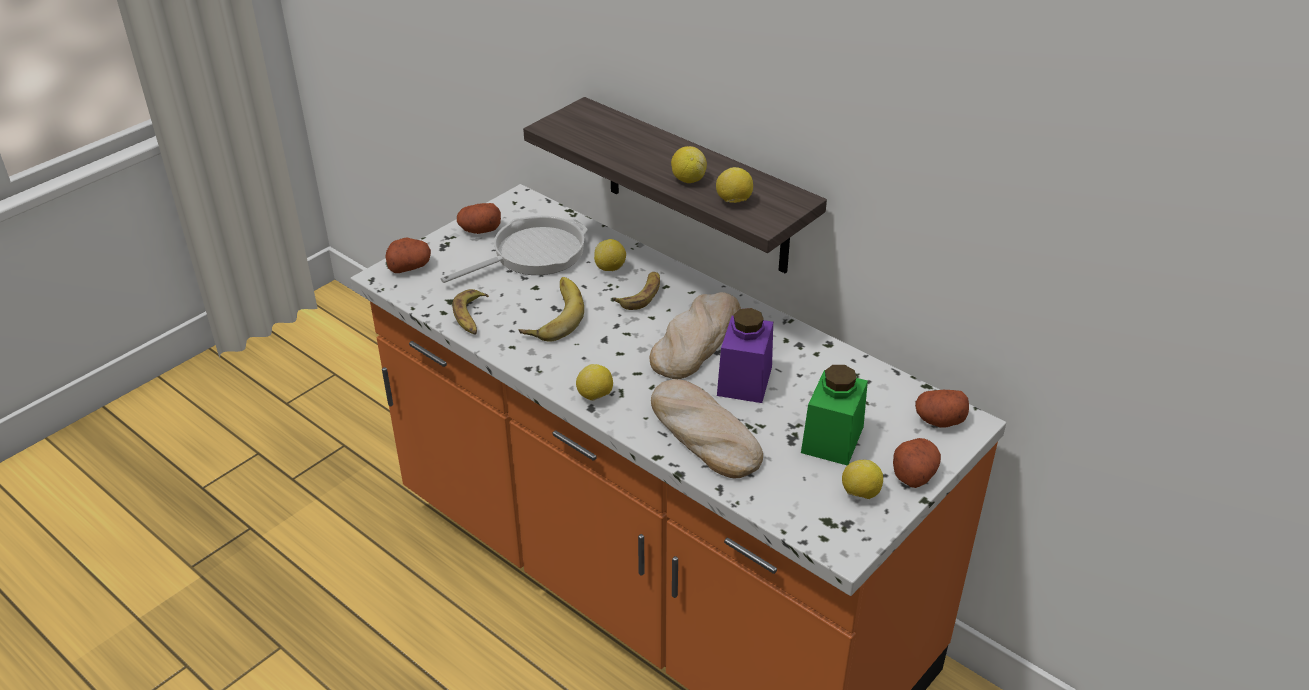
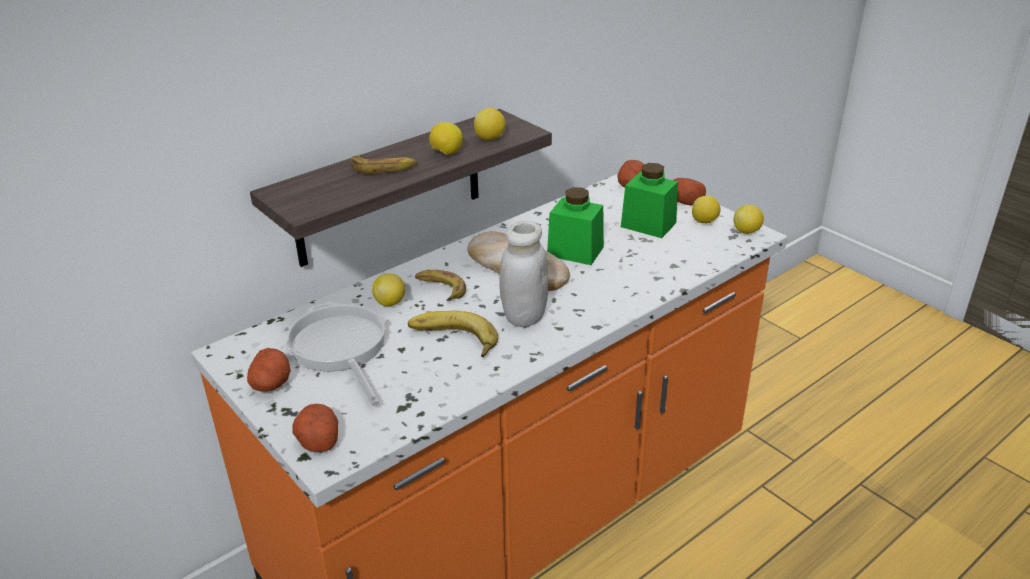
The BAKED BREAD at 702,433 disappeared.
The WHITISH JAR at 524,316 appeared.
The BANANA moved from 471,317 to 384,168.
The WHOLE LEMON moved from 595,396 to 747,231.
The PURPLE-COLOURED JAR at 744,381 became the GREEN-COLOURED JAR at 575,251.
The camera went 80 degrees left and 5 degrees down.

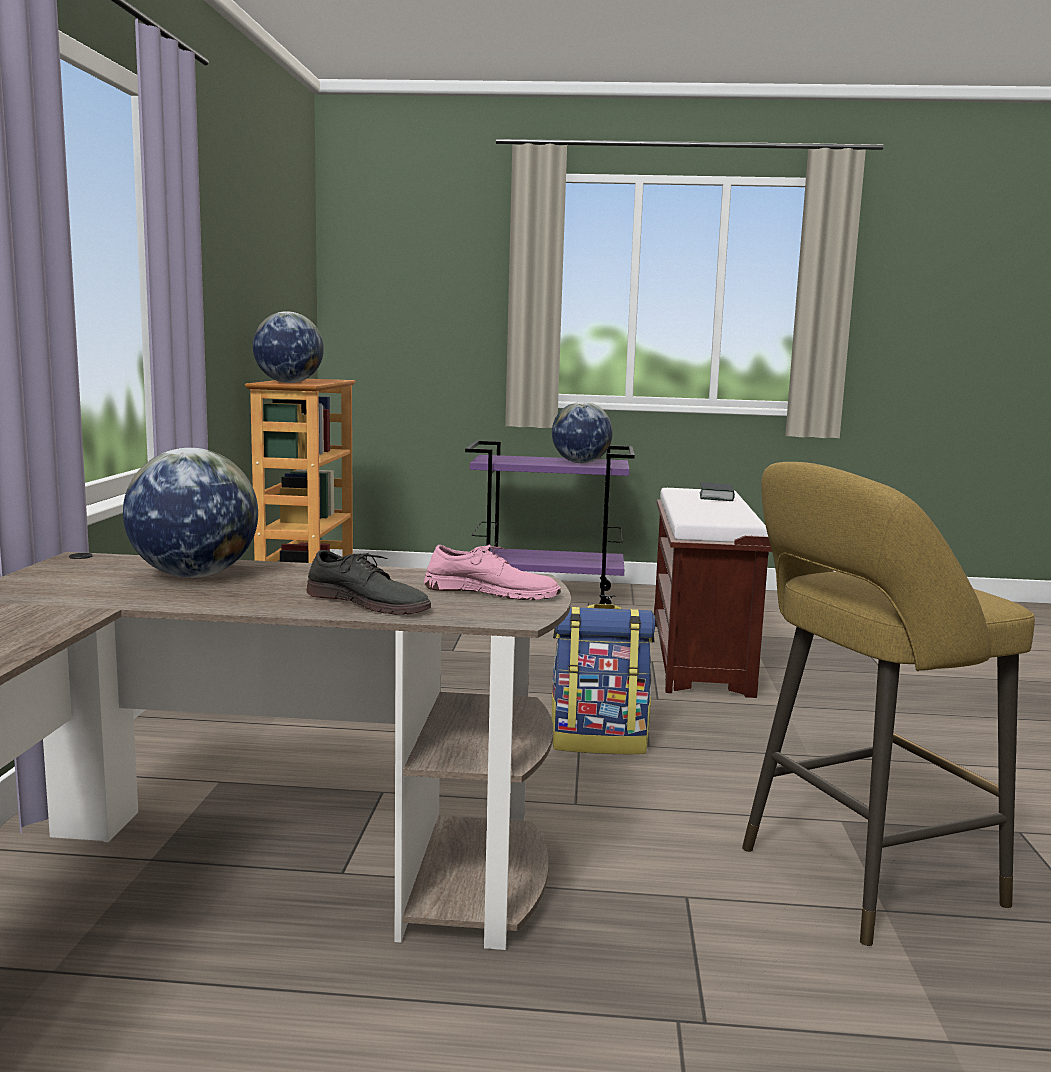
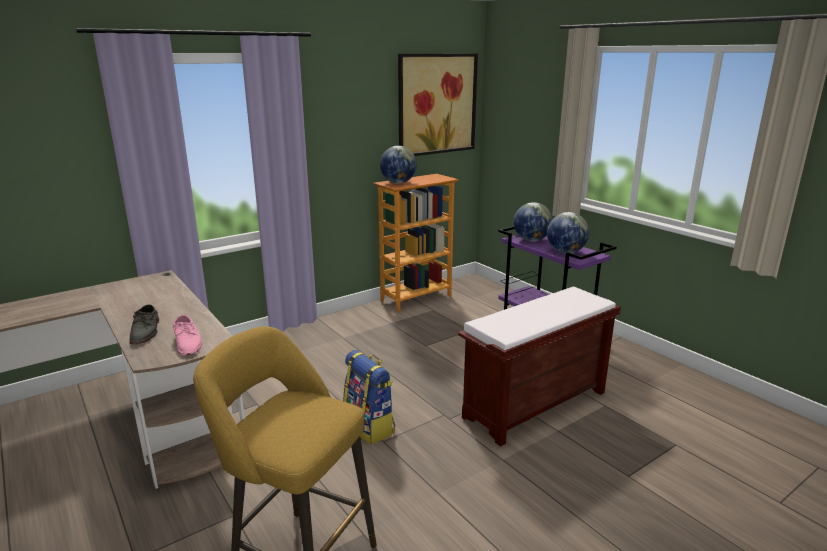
The BOOK at 716,497 disappeared.
The WALL ART at 437,104 appeared.
The GLOBE moved from 193,575 to 531,240.
The camera went 50 degrees right and 10 degrees up.

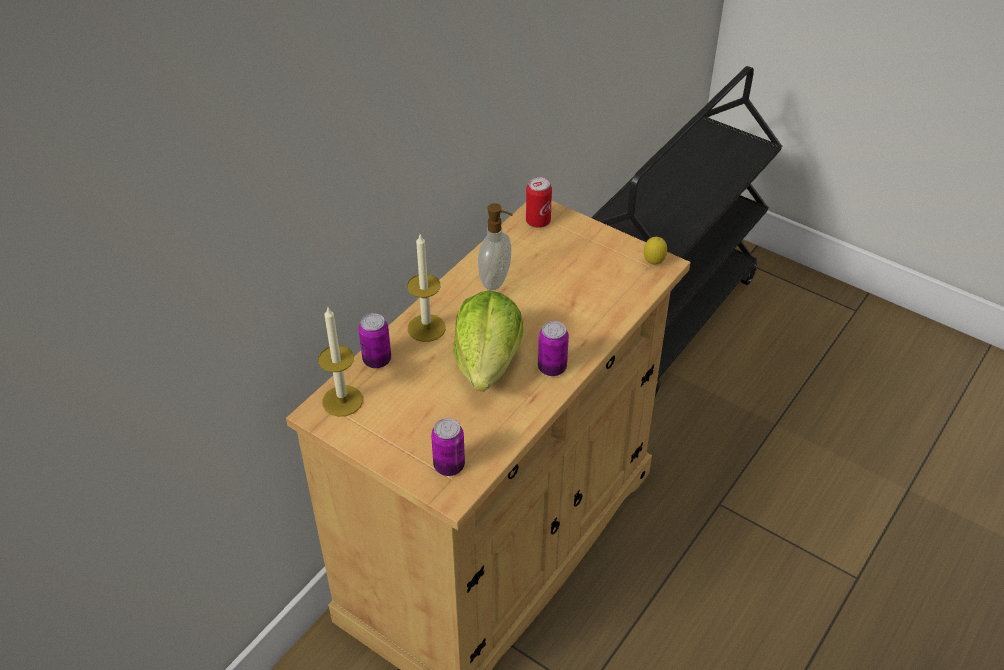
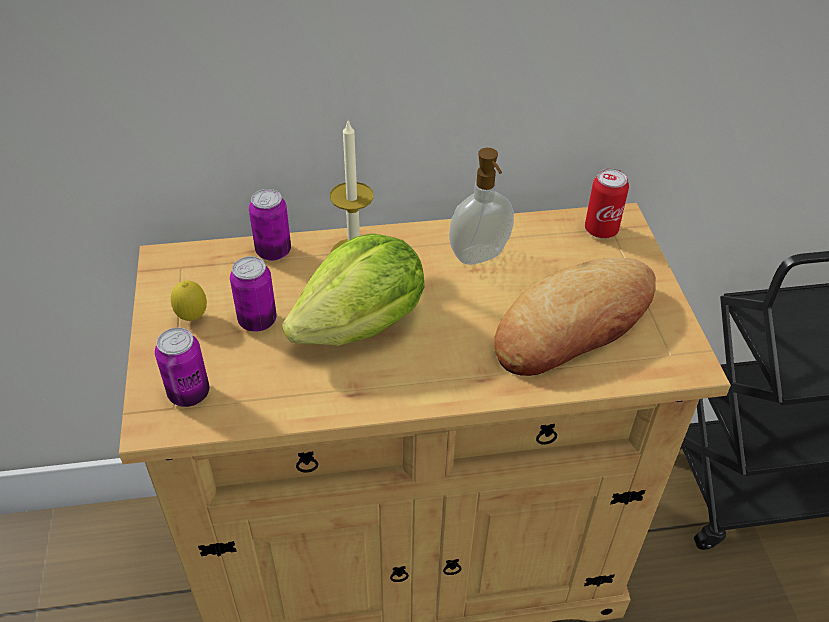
The WAX LIGHT at 342,401 disappeared.
The BAKED BREAD at 574,325 appeared.
The SEALED CAN moved from 552,368 to 257,321.
The WHOLE LEMON moved from 653,263 to 192,318.
The camera went 45 degrees right and 0 degrees up.

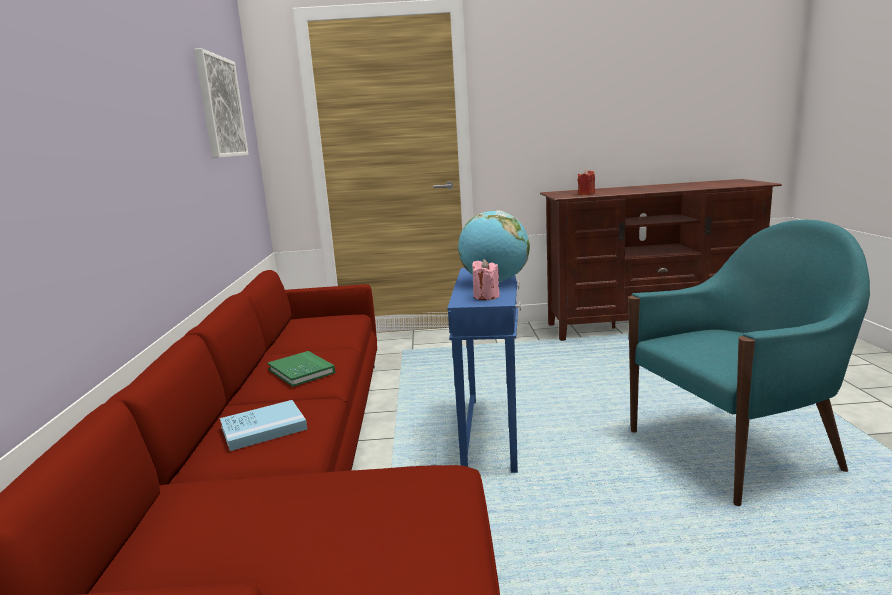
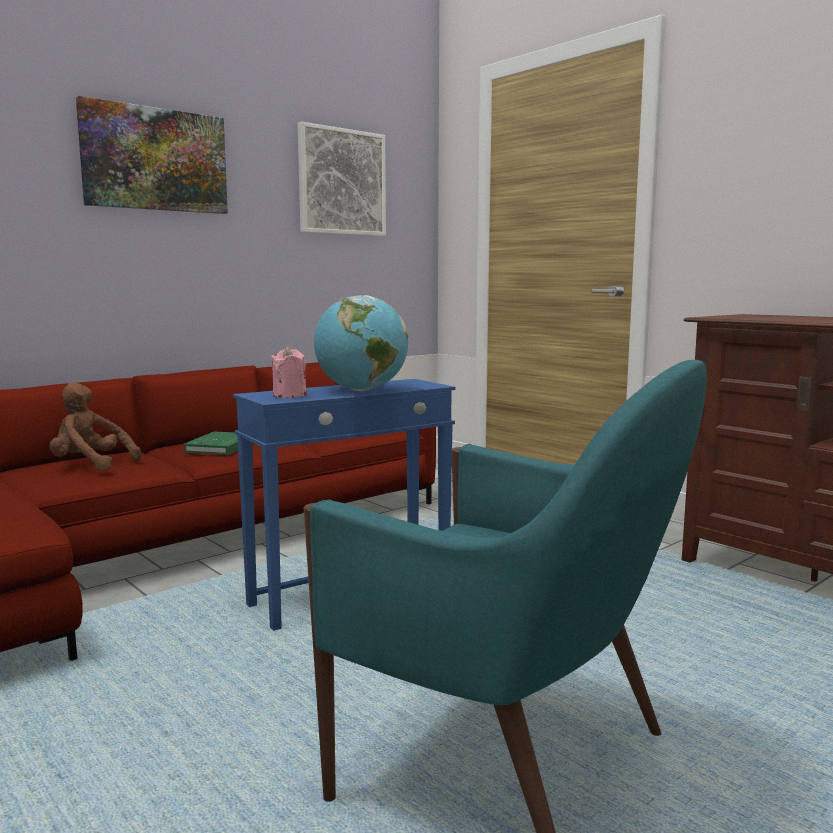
The RED-COLOURED WAX LIGHT at 586,194 disappeared.
The WALL ART at 155,160 appeared.
The BLUE BOOK at 263,428 was replaced by the BROWN-COLOURED CUDDLY TOY at 91,465.
The camera went 50 degrees right and 5 degrees down.

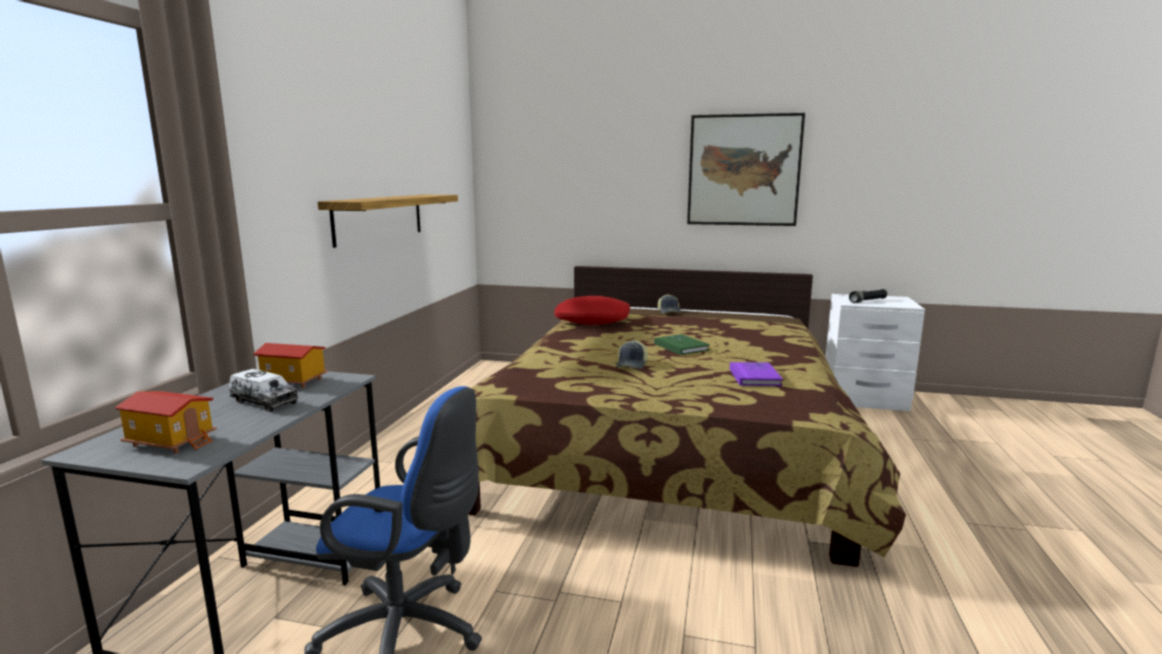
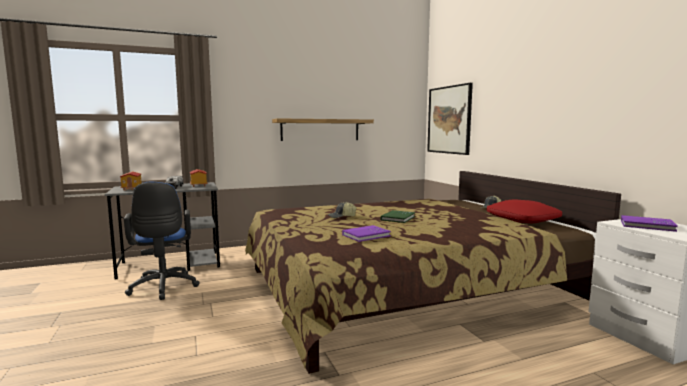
The RED-COLOURED THROW PILLOW moved from 593,320 to 522,220.
The WALL ART moved from 743,170 to 449,120.
The BLACK-COLOURED TORCH at 867,301 was replaced by the PURPLE-COLOURED BOOK at 647,225.
The camera went 55 degrees right and 5 degrees down.

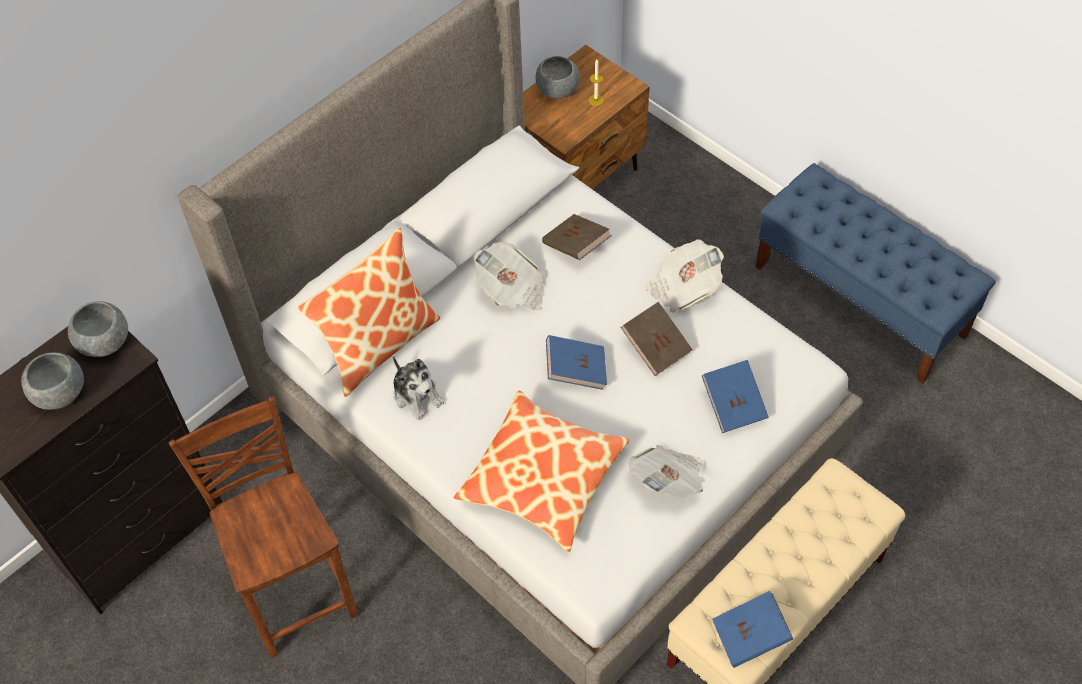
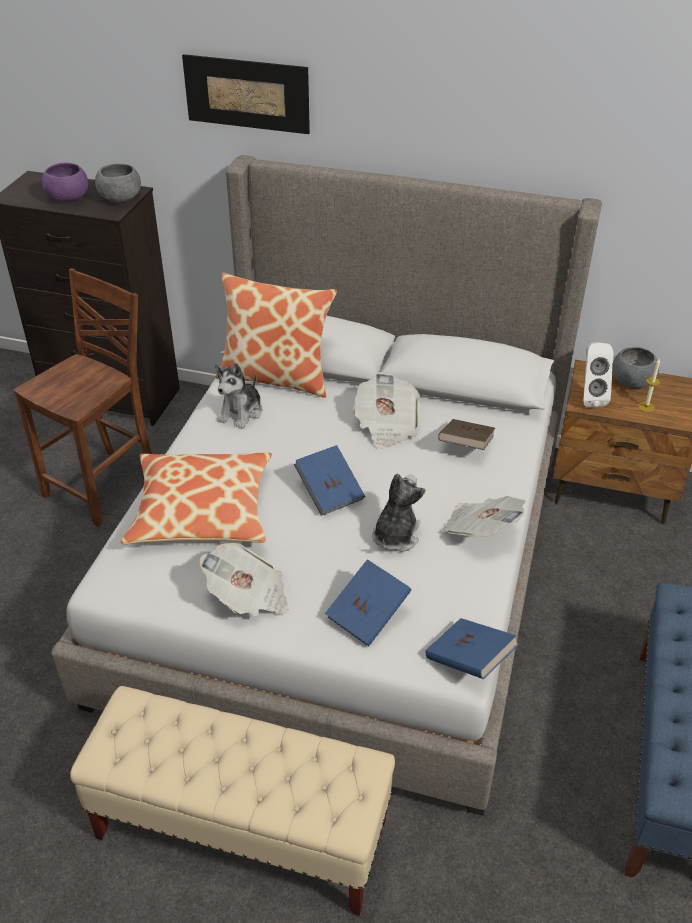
The WALL ART at 247,94 appeared.
The WHITISH LOUDSPEAKER at 589,398 appeared.
The BLUE BOOK moved from 750,636 to 469,660.
The BROWN-COLOURED BOOK at 656,347 was replaced by the CUDDLY TOY at 395,535.
The GREY DEEP DISH at 60,392 became the PURPLE-COLOURED DEEP DISH at 68,198.
The camera went 60 degrees right and 15 degrees down.

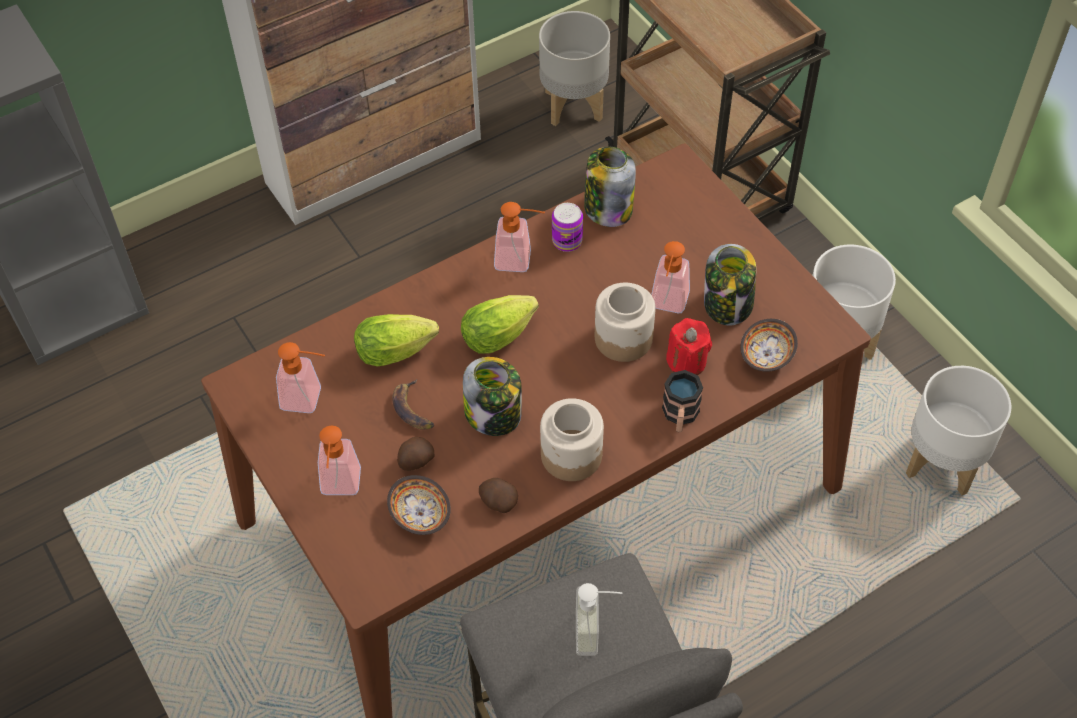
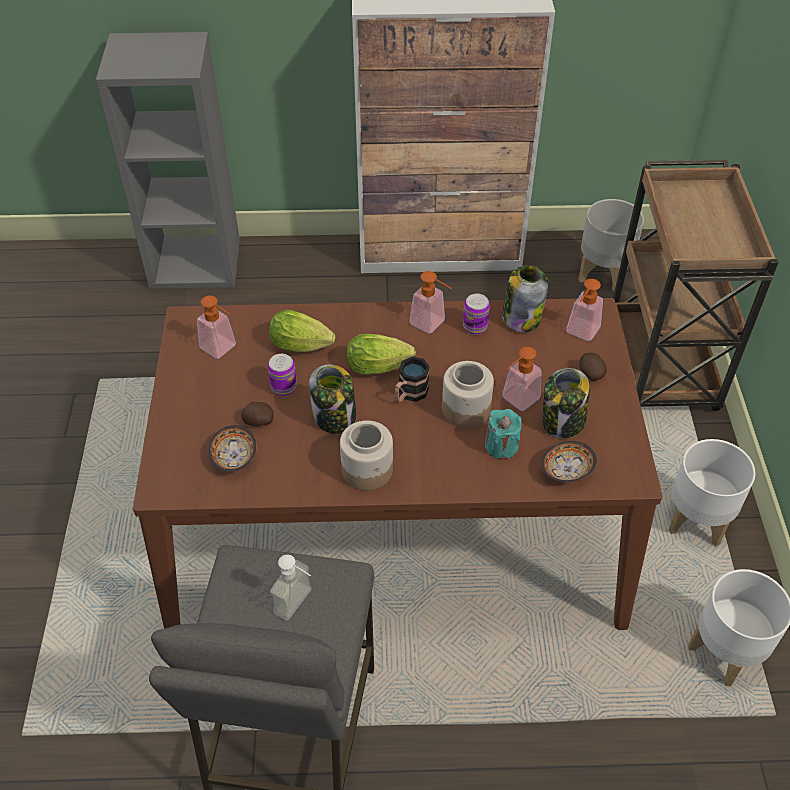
The SOAP BOTTLE moved from 340,488 to 580,333.
The SPUD moved from 498,502 to 590,373.
The COFFEE MUG moved from 680,416 to 409,394.
The BANANA at 413,409 was replaced by the SEALED CAN at 284,387.
The RED-COLOURED WAX LIGHT at 686,361 became the TURQUOISE WAX LIGHT at 501,446.
The camera went 30 degrees right and 5 degrees down.

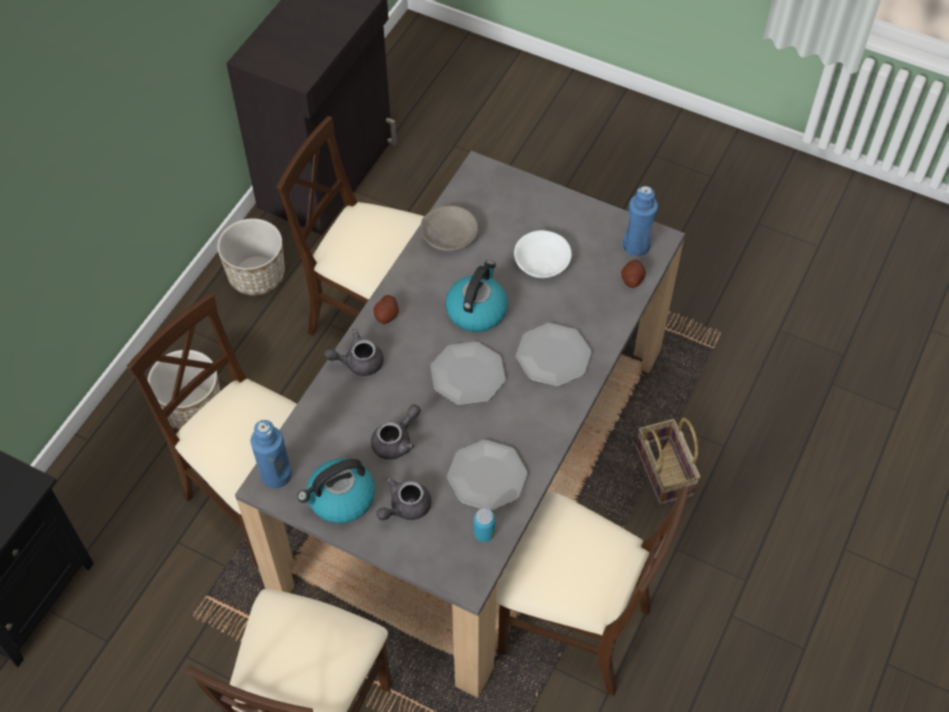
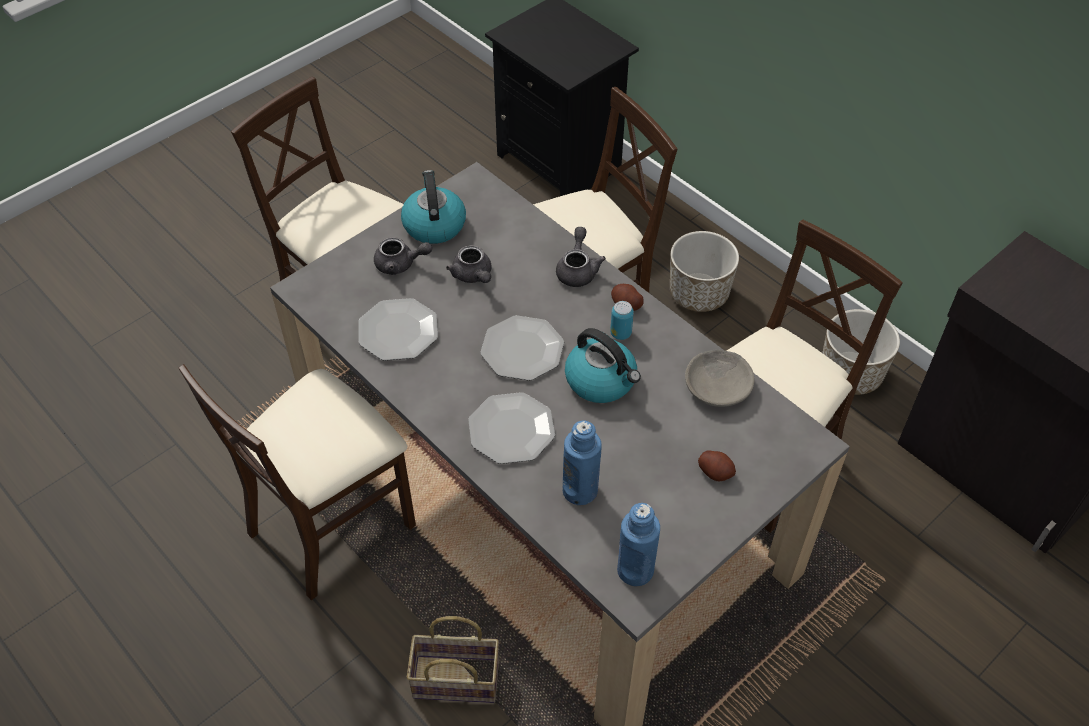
The WHITISH DEEP DISH at 541,262 disappeared.
The BLUE BOTTLE moved from 276,475 to 580,490.
The SEALED CAN moved from 484,533 to 620,333.
The SPUD moved from 632,279 to 715,472.
The GREY TEA POT at 405,507 turned 120 degrees clockwise.
The camera went 110 degrees right and 5 degrees down.

